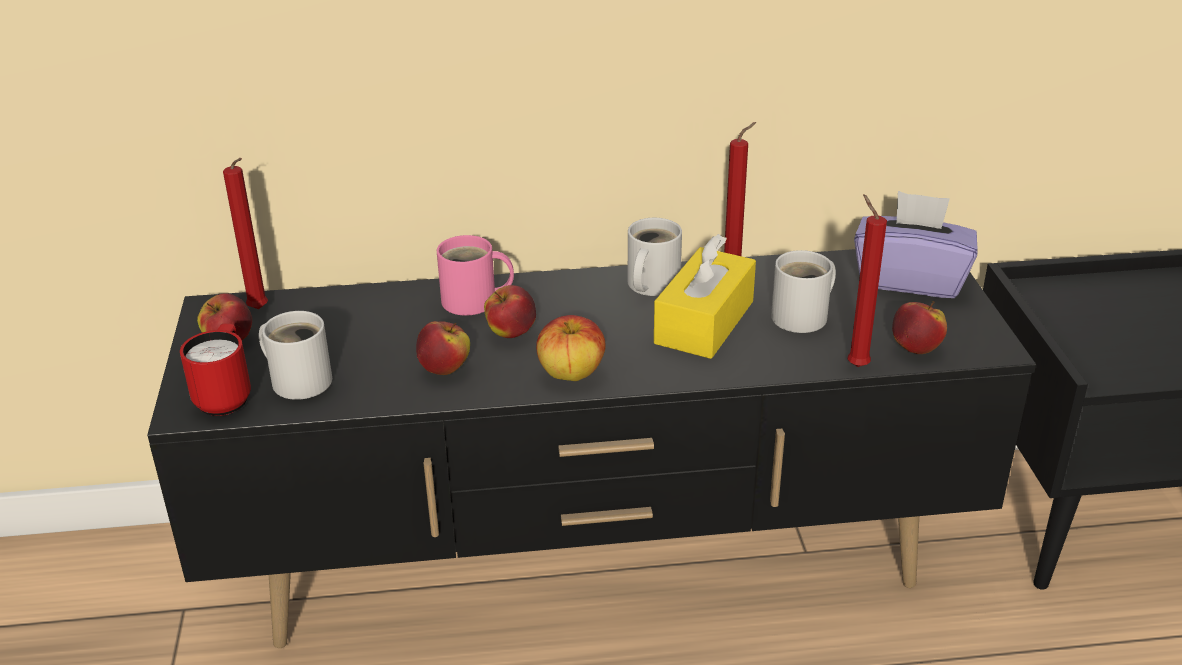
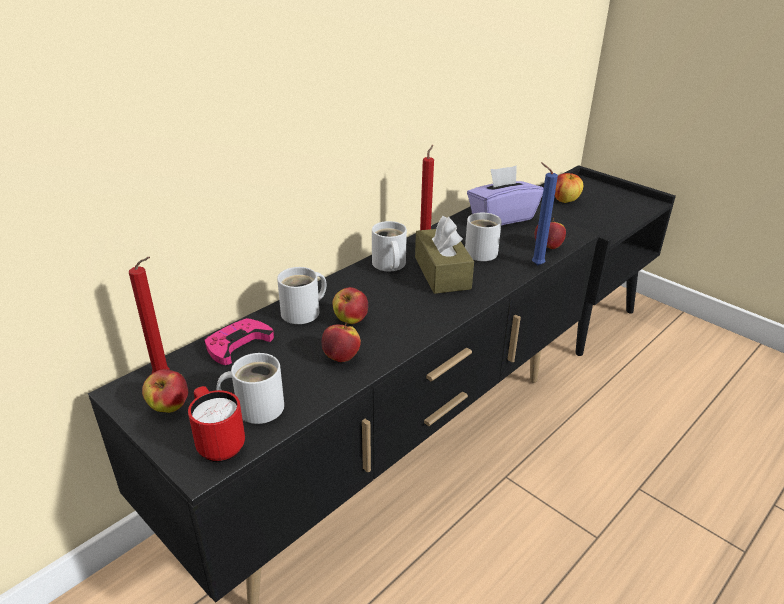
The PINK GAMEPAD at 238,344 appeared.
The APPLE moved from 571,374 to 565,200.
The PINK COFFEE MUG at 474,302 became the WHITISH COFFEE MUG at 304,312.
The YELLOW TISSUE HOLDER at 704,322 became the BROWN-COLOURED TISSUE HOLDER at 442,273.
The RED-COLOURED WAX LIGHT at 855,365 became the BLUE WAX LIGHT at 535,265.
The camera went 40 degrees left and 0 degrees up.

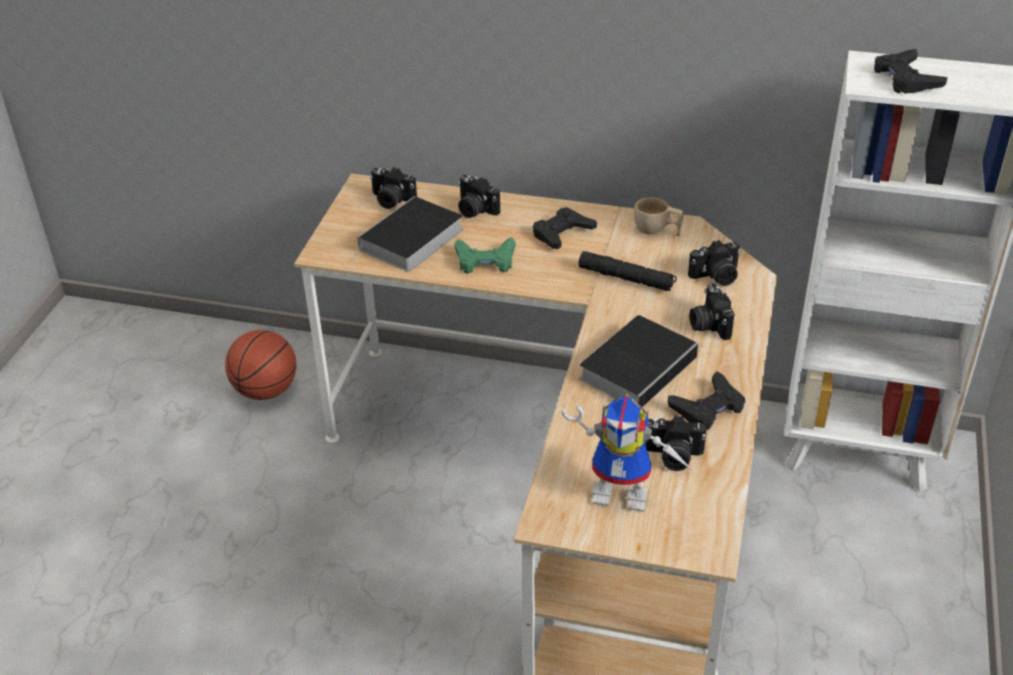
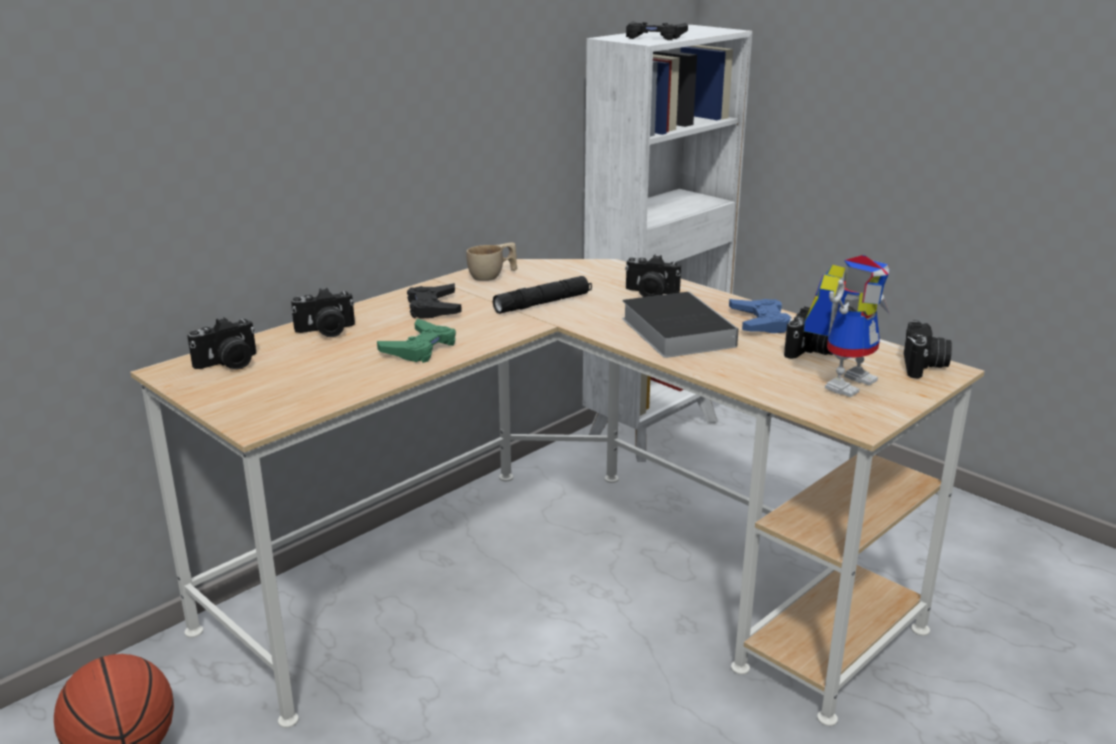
The BOOK at 410,241 disappeared.
The PHOTO CAMERA moved from 716,277 to 924,366.
The BLACK-COLOURED GAMEPAD at 708,407 became the BLUE GAMEPAD at 760,322.
The camera went 60 degrees left and 15 degrees down.

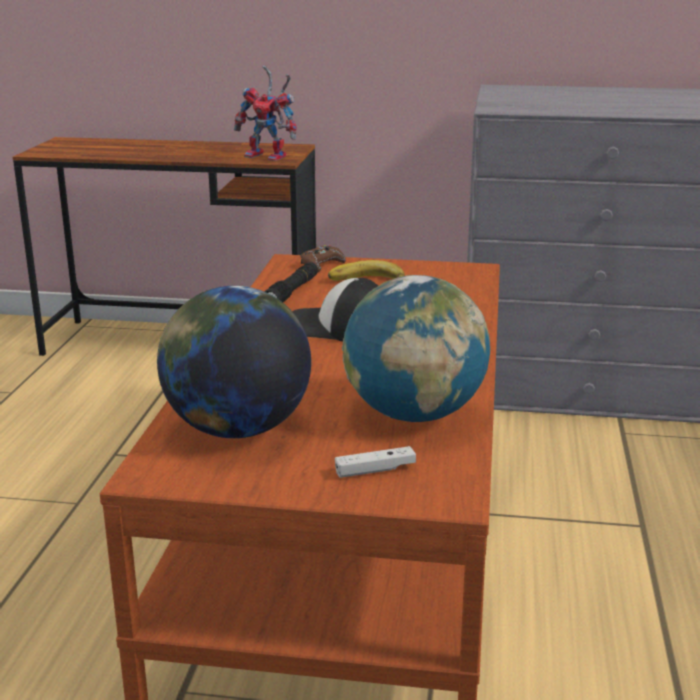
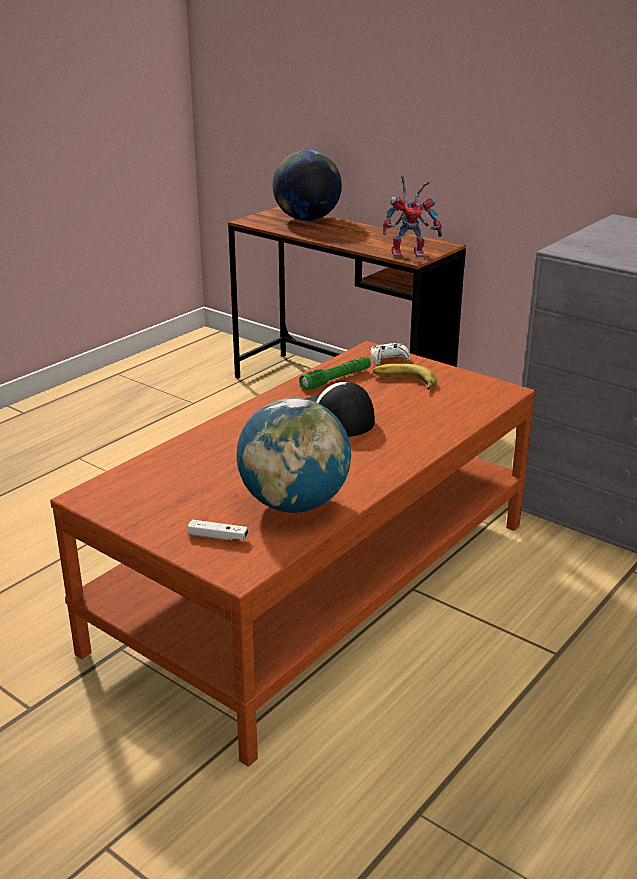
The GLOBE moved from 237,429 to 306,219.
The BLACK-COLOURED TORCH at 292,292 became the GREEN-COLOURED TORCH at 336,379.
The BROWN-COLOURED GAMEPAD at 322,265 became the WHITISH GAMEPAD at 388,359.
The ROBOT FIGURE at 270,157 turned 60 degrees counterclockwise.
The camera went 30 degrees right and 5 degrees up.

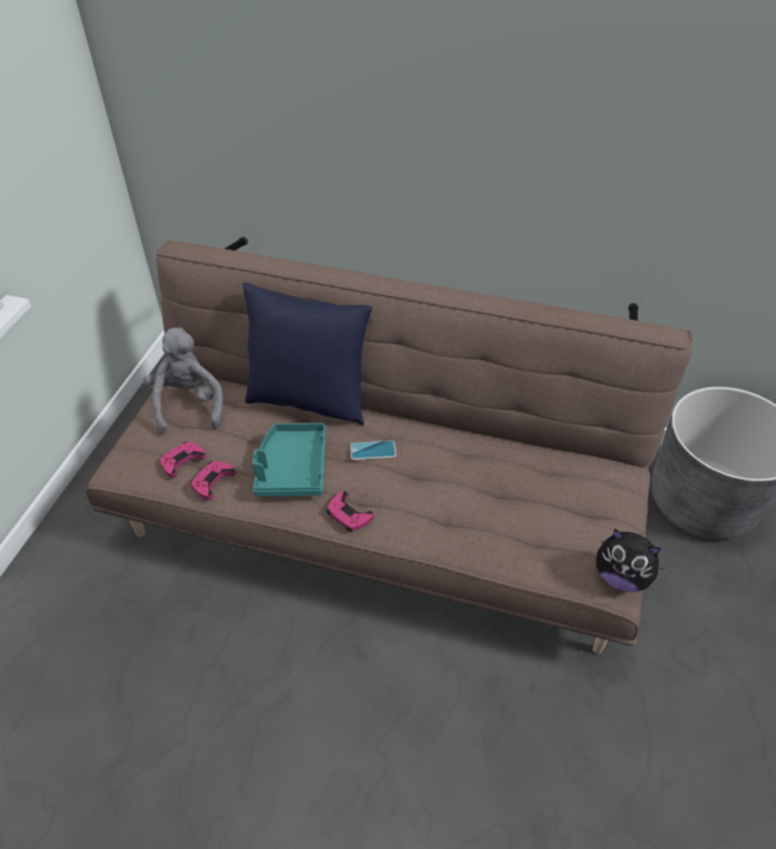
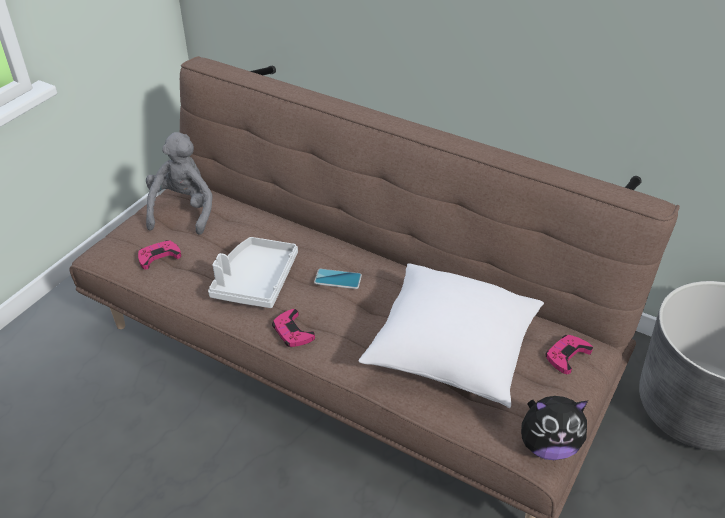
The BLUE THROW PILLOW at 308,400 disappeared.
The WHITISH THROW PILLOW at 451,352 appeared.
The PINK GAMEPAD moved from 212,481 to 567,356.
The TURQUOISE TRAY at 292,468 became the WHITISH TRAY at 255,281.
The CUDDLY TOY at 621,577 turned 45 degrees counterclockwise.
The camera went 15 degrees right and 5 degrees down.

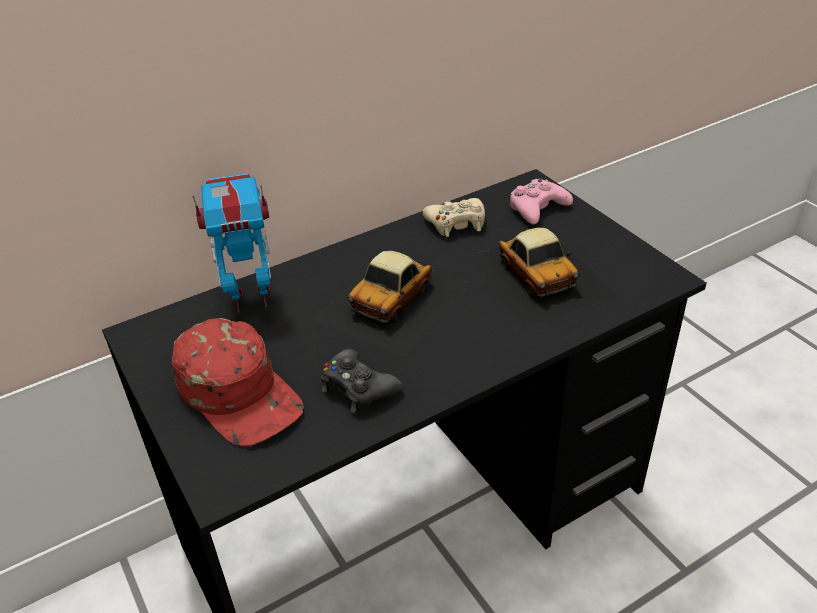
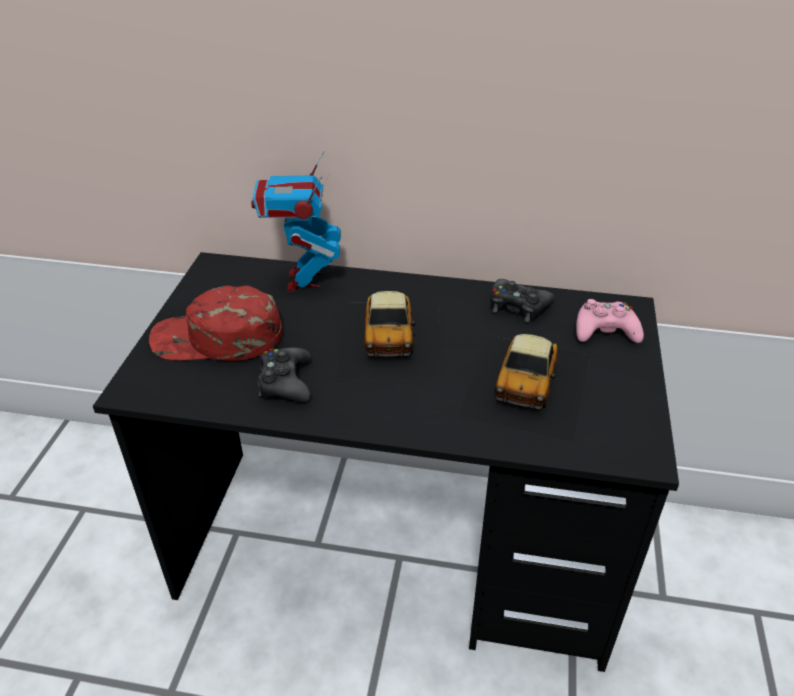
The SAND-COLOURED GAMEPAD at 456,223 became the BLACK-COLOURED GAMEPAD at 518,306.
The RED-COLOURED CAP at 240,392 turned 90 degrees clockwise.
The ROBOT FIGURE at 250,298 turned 120 degrees counterclockwise.
The MINIATURE CAR at 393,300 turned 75 degrees counterclockwise.
The camera went 40 degrees right and 0 degrees up.

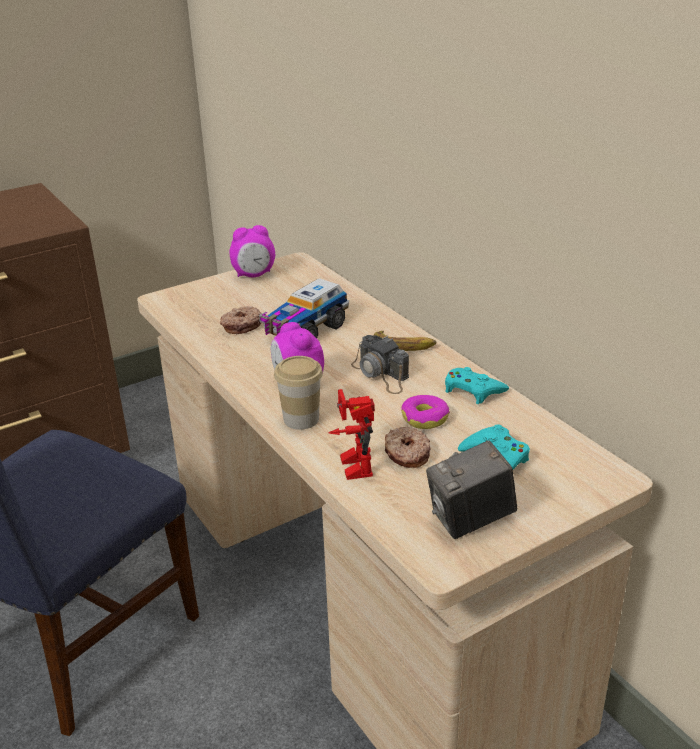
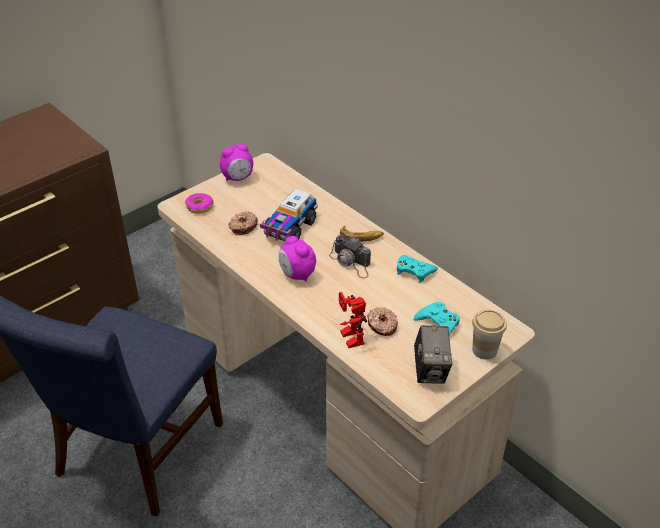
The DRINKING CUP moved from 301,419 to 484,350.
The RING DOUGHNUT moved from 425,418 to 200,207.
The PHOTO CAMERA at 470,520 turned 60 degrees counterclockwise.
The camera went 10 degrees left and 10 degrees up.

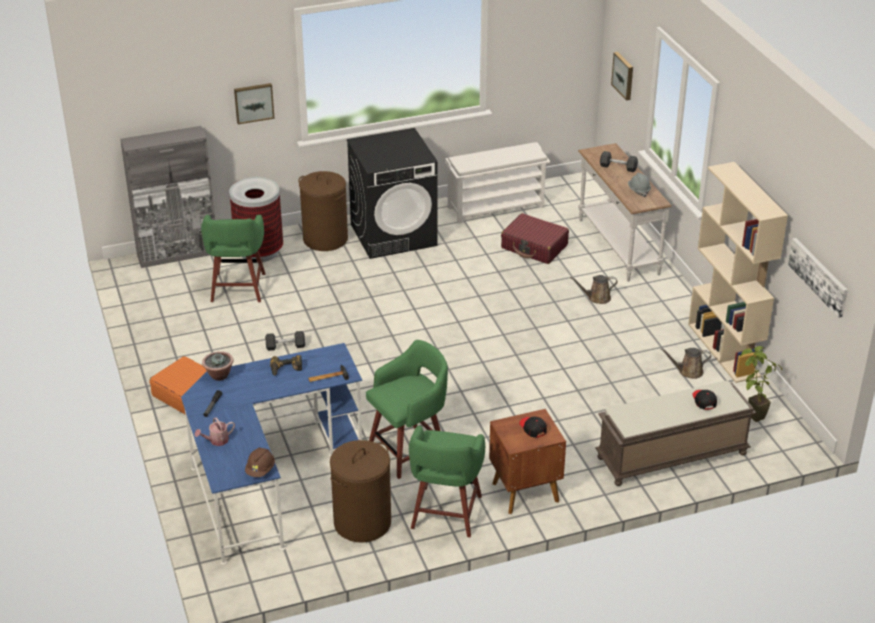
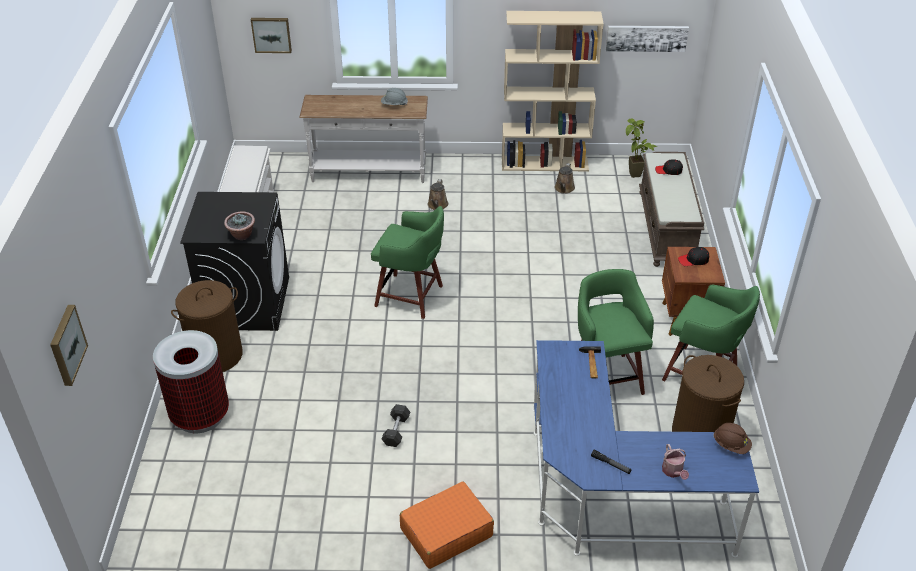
The GREY CUPBOARD at 178,254 disappeared.
The POWER DRILL at 286,370 disappeared.
The RED-COLOURED SUITCASE at 534,247 disappeared.
The GREY FREE WEIGHT at 618,167 disappeared.
The GREEN-COLOURED SITTING STOOL moved from 237,289 to 411,297.
The POTTED PLANT moved from 219,375 to 242,235.
The WALL ART moved from 253,102 to 66,345.
The camera went 70 degrees left and 5 degrees up.

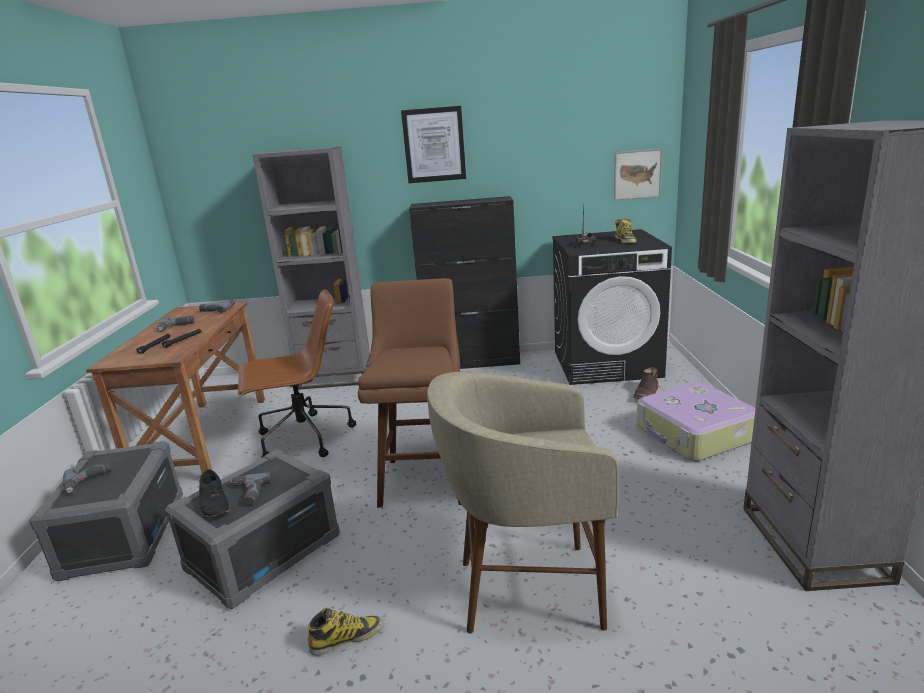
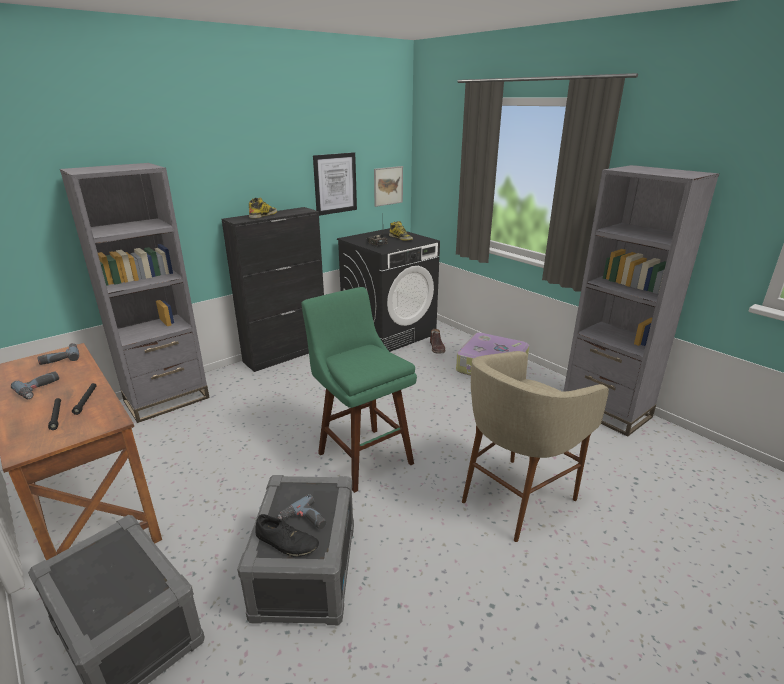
The POWER DRILL at 88,481 disappeared.
The BROWN-COLOURED OFFICE CHAIR at 303,438 disappeared.
The BOOT moved from 347,637 to 263,215.
The WALL ART moved from 434,145 to 335,183.
The BROWN-COLOURED SITTING STOOL at 426,476 became the GREEN-COLOURED SITTING STOOL at 362,455.
The camera went 40 degrees left and 5 degrees up.

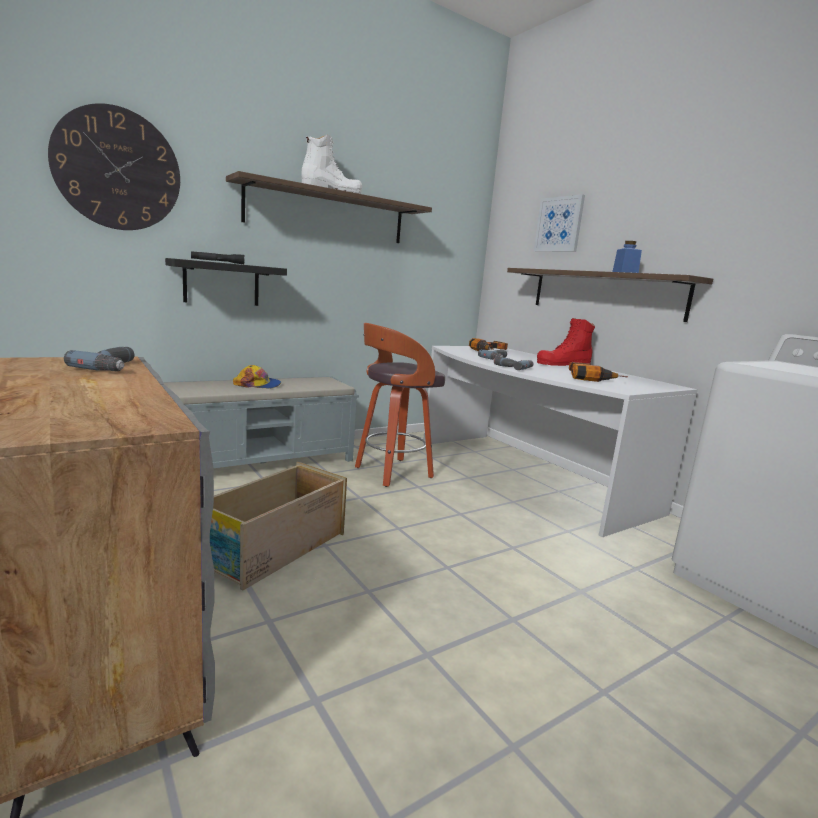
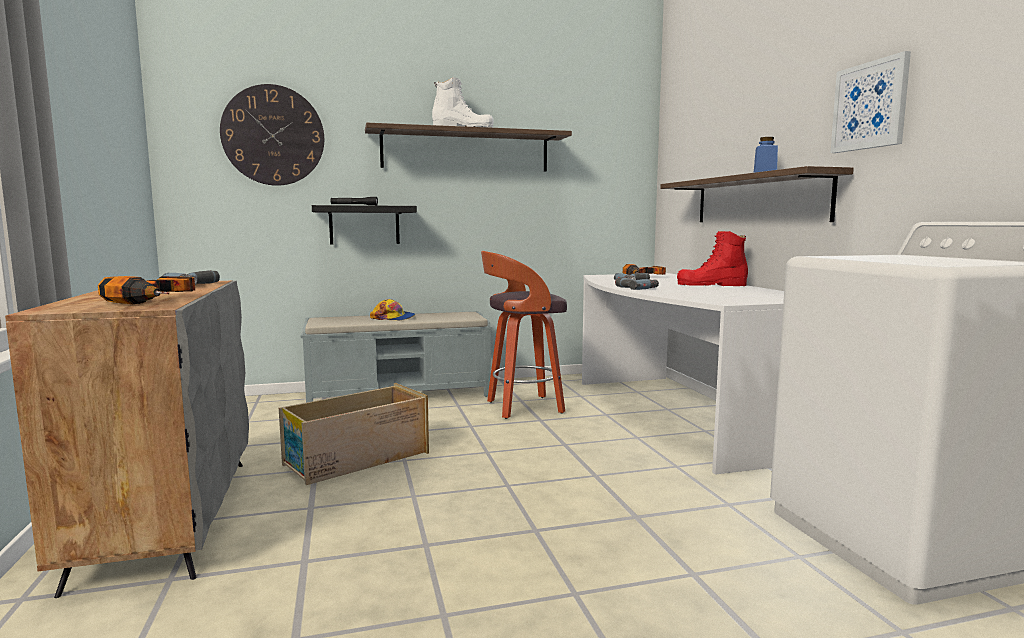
The WALL ART moved from 559,224 to 870,106.
The POWER DRILL moved from 590,378 to 158,300.
The camera went 20 degrees right and 5 degrees down.

